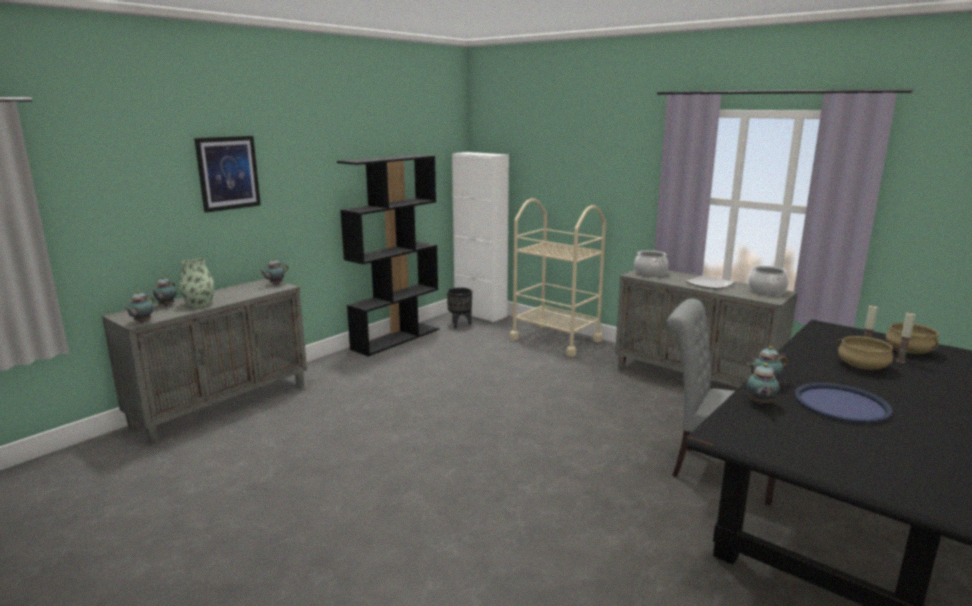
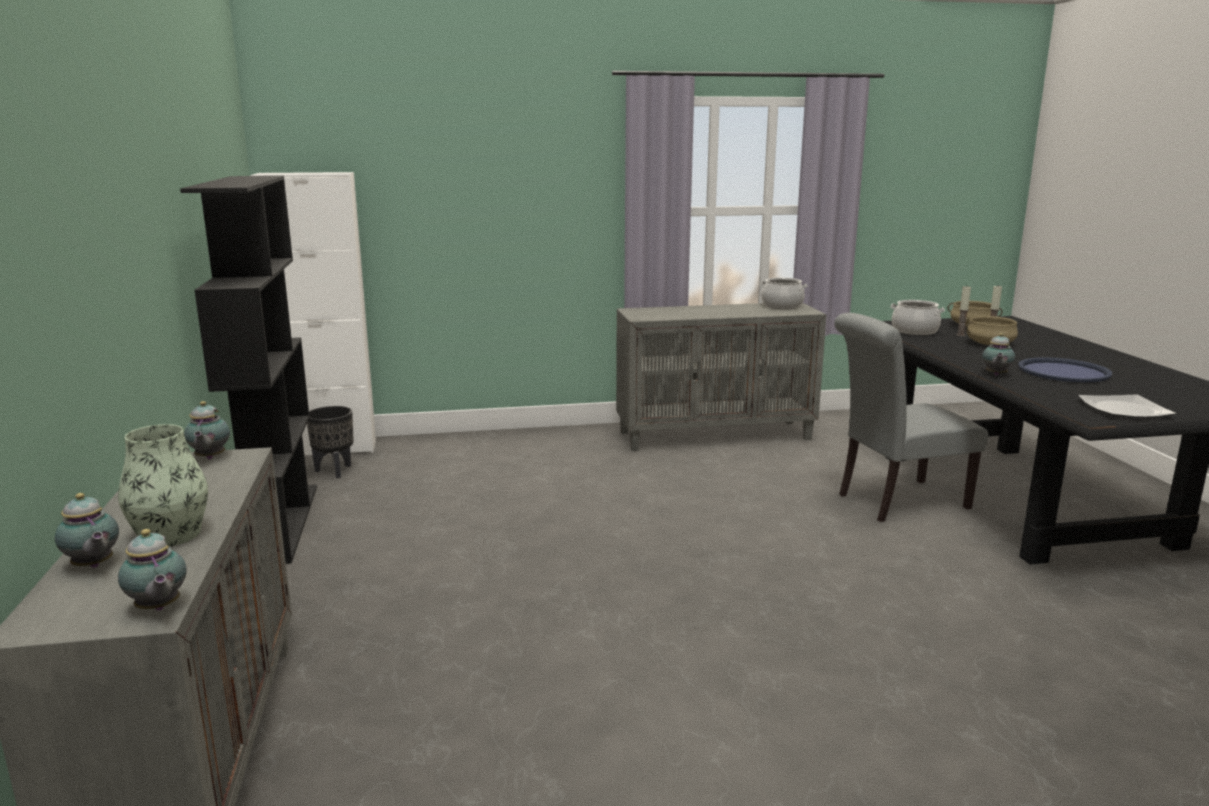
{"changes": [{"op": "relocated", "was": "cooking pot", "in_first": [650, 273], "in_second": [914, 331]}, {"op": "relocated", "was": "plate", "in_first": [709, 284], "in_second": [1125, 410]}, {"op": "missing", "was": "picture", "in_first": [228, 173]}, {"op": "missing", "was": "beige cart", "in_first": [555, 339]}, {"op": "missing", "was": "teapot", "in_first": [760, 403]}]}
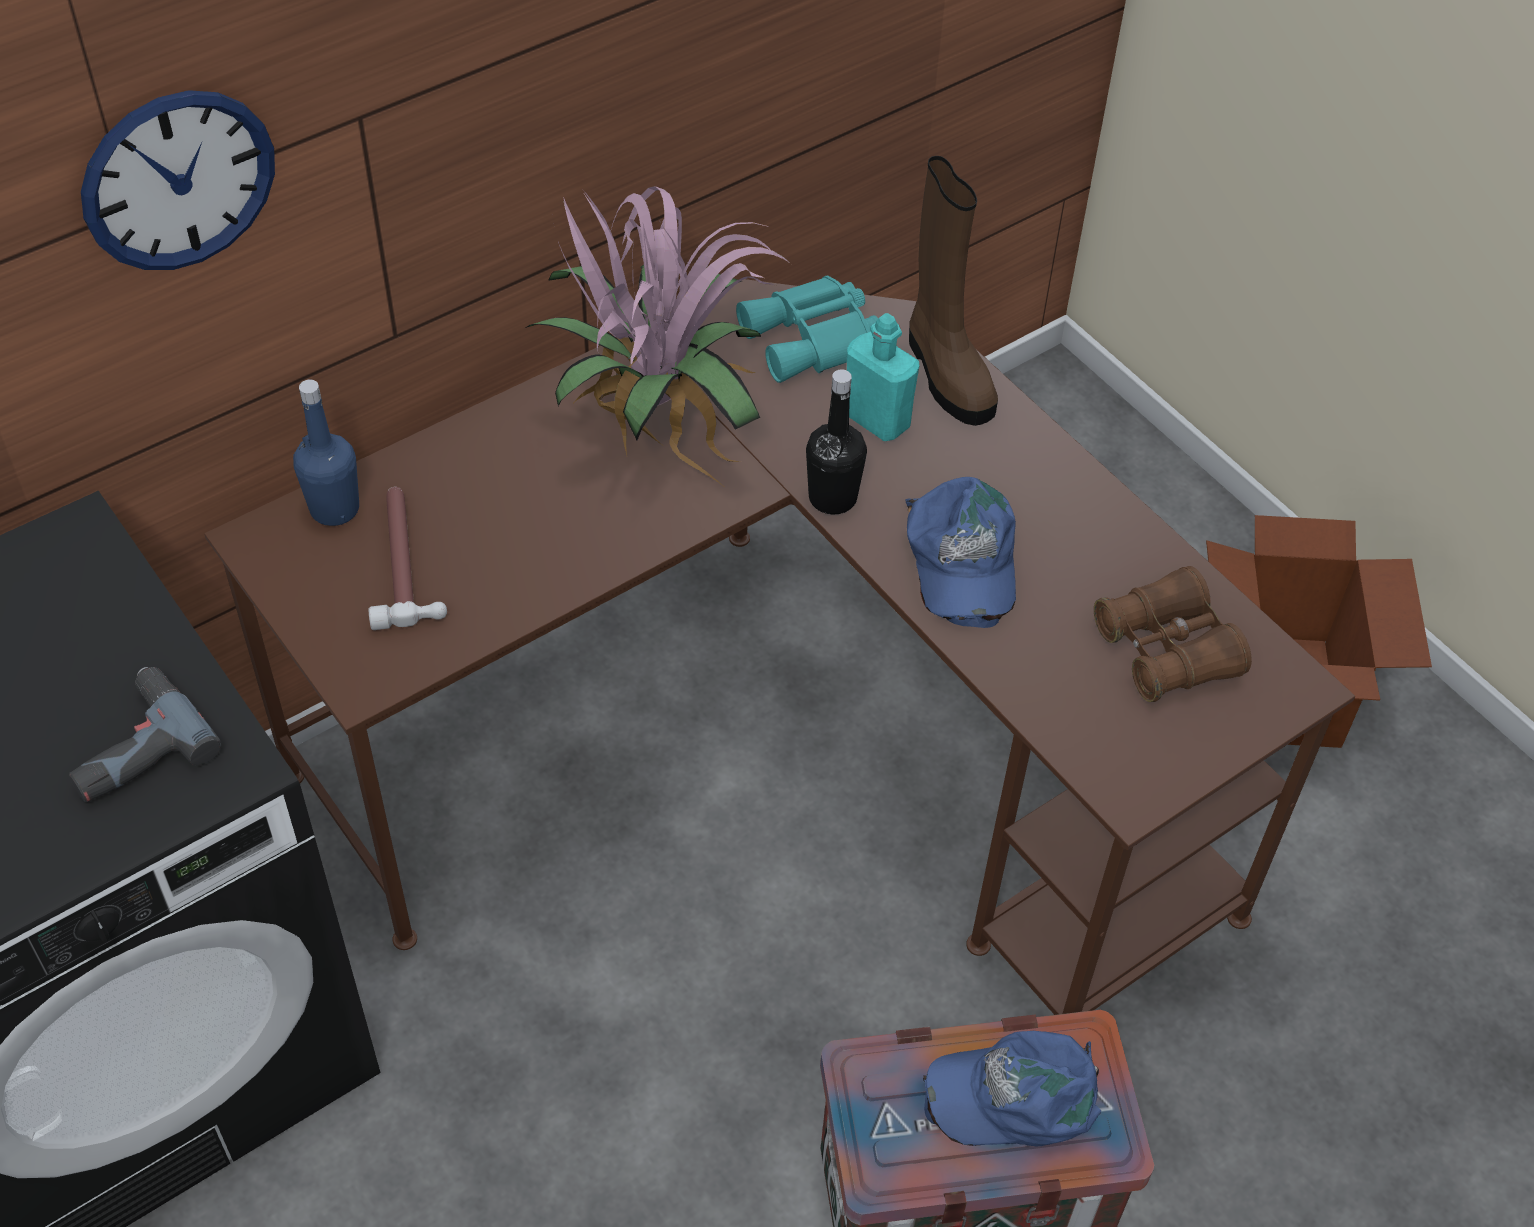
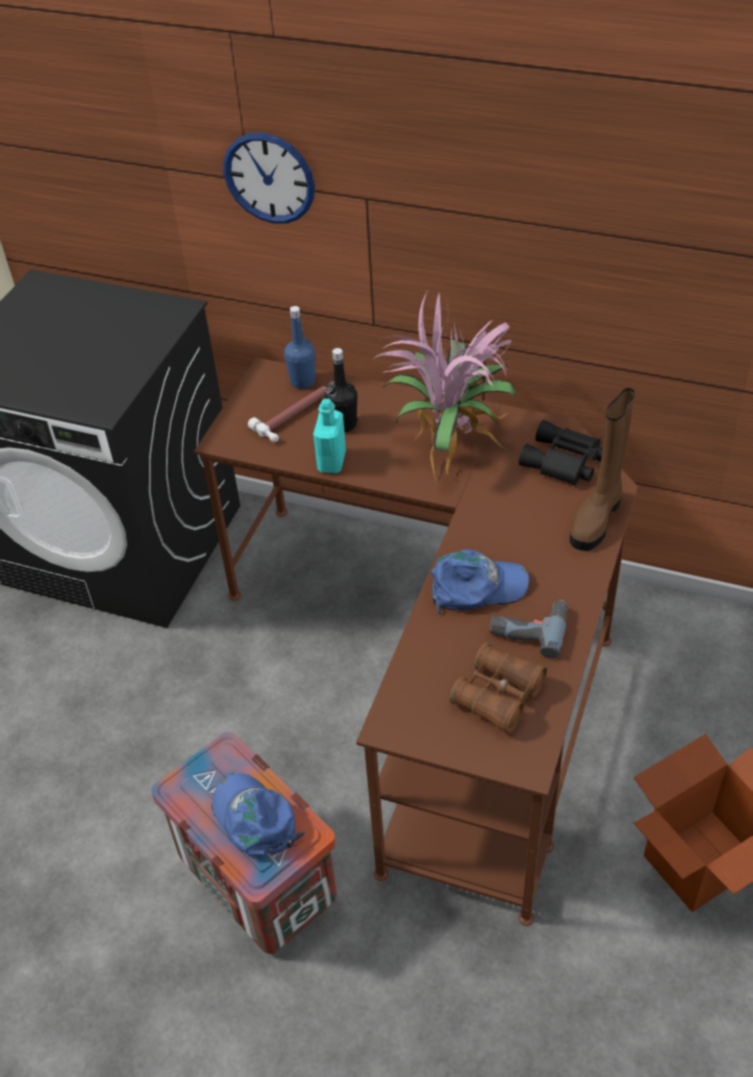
{"changes": [{"op": "relocated", "was": "turquoise bottle", "in_first": [877, 420], "in_second": [331, 461]}, {"op": "relocated", "was": "black bottle", "in_first": [832, 497], "in_second": [343, 424]}, {"op": "spun", "was": "blue cap", "in_first": [960, 560], "in_second": [477, 587], "clockwise": -150}, {"op": "relocated", "was": "power drill", "in_first": [132, 746], "in_second": [529, 627]}, {"op": "colour", "was": "turquoise binoculars", "now": "black binoculars", "in_first": [814, 340], "in_second": [563, 462]}]}
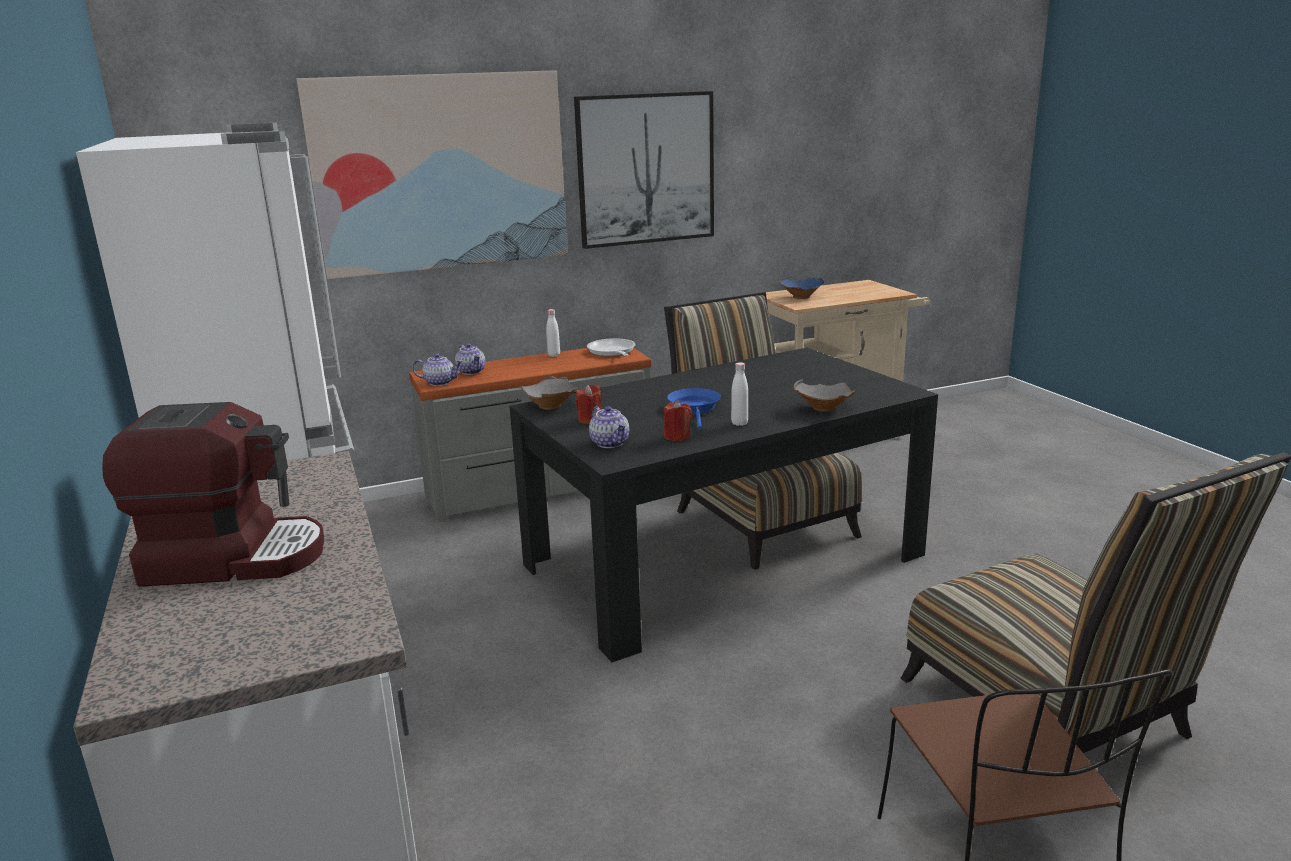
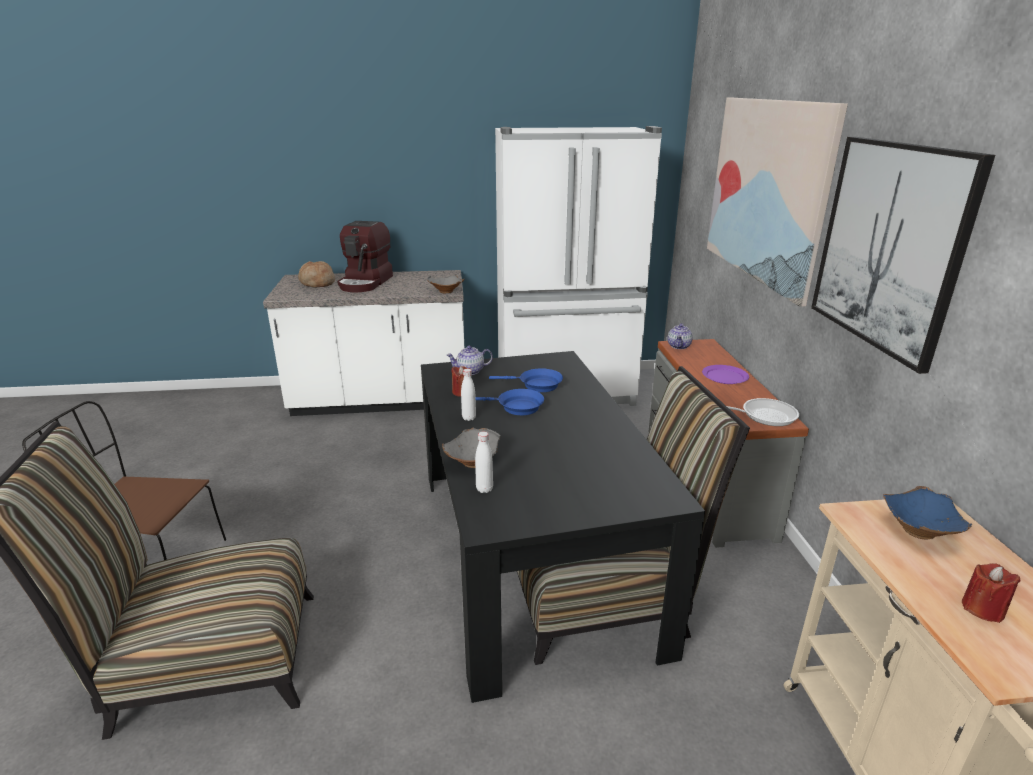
{"changes": [{"op": "appeared", "now": "bread", "in_second": [317, 283]}, {"op": "relocated", "was": "grey bowl", "in_first": [552, 406], "in_second": [446, 292]}, {"op": "relocated", "was": "white bottle", "in_first": [554, 355], "in_second": [484, 489]}, {"op": "appeared", "now": "blue frying pan", "in_second": [536, 385]}, {"op": "appeared", "now": "purple plate", "in_second": [724, 377]}, {"op": "relocated", "was": "red candle", "in_first": [590, 420], "in_second": [982, 609]}, {"op": "missing", "was": "teapot", "in_first": [471, 371]}]}
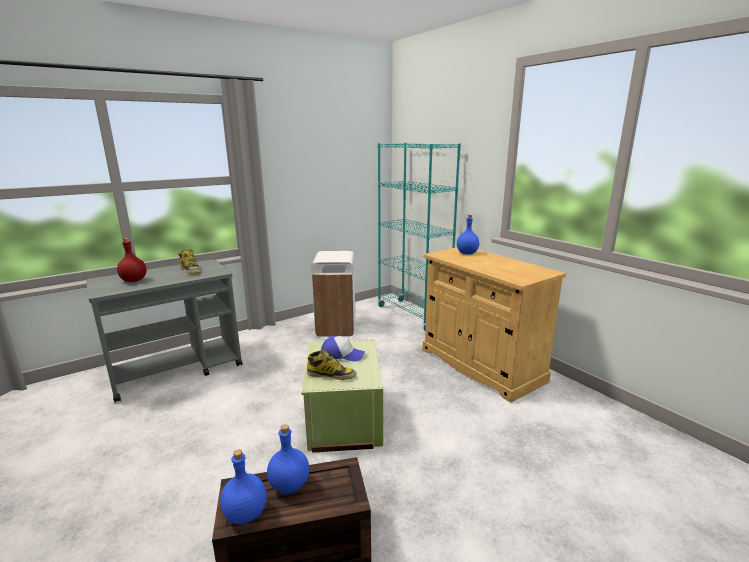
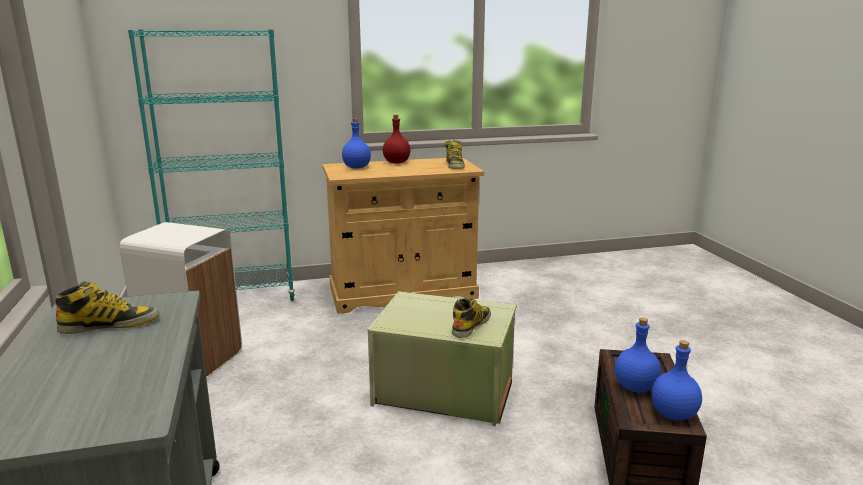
{"changes": [{"op": "relocated", "was": "red bottle", "in_first": [134, 280], "in_second": [396, 162]}, {"op": "appeared", "now": "boot", "in_second": [454, 165]}, {"op": "missing", "was": "cap", "in_first": [342, 355]}]}
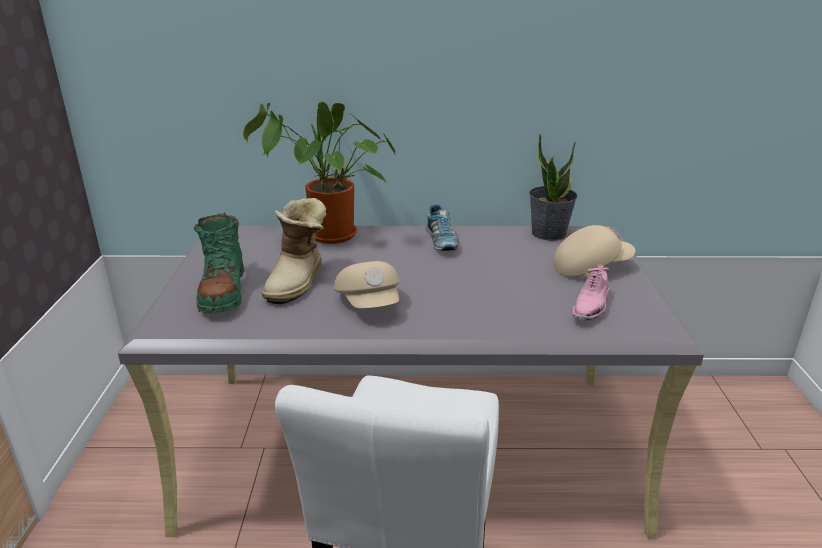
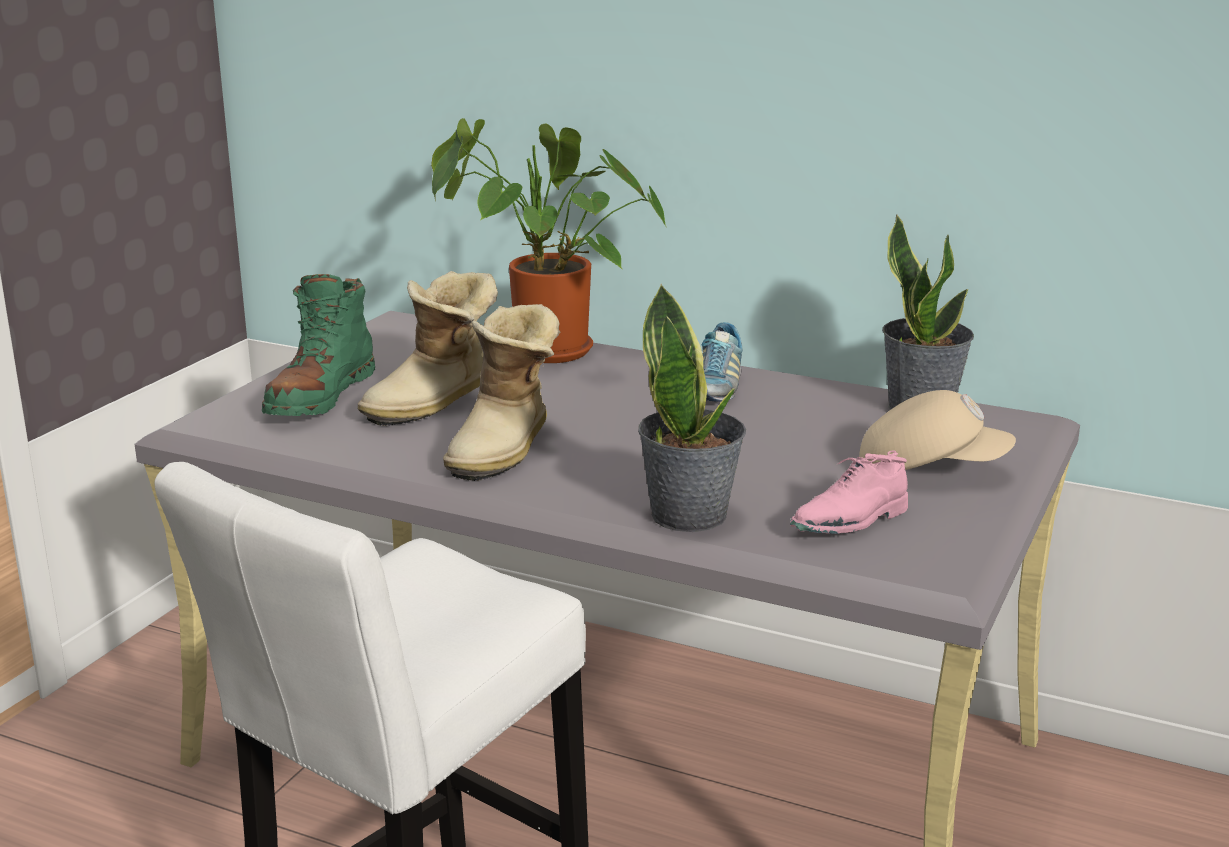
{"changes": [{"op": "exchanged", "was": "beige cap", "now": "boot", "in_first": [370, 303], "in_second": [507, 449]}, {"op": "appeared", "now": "potted plant", "in_second": [690, 515]}]}
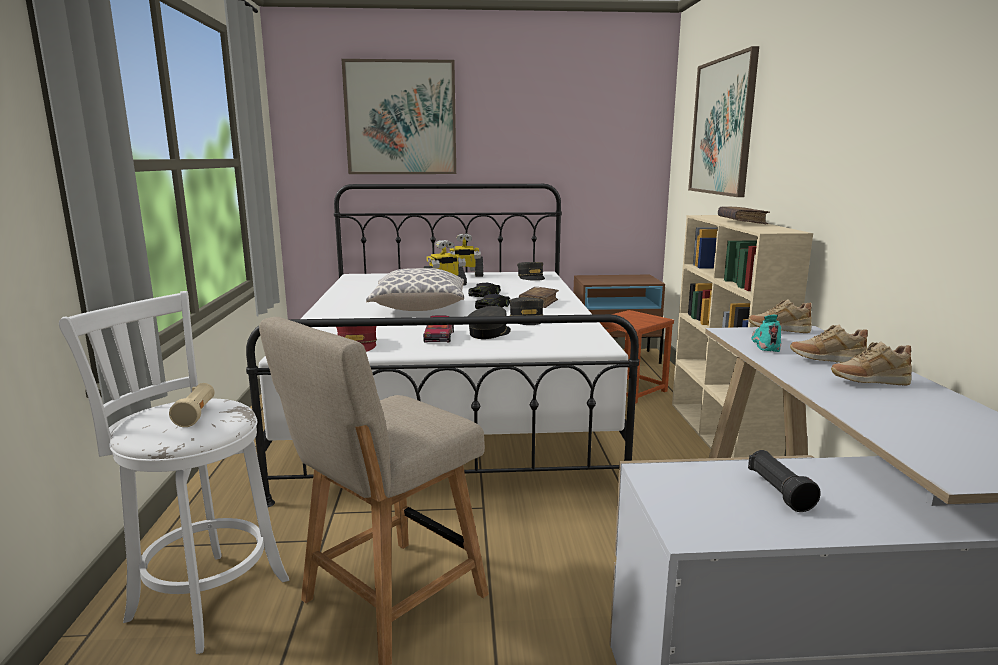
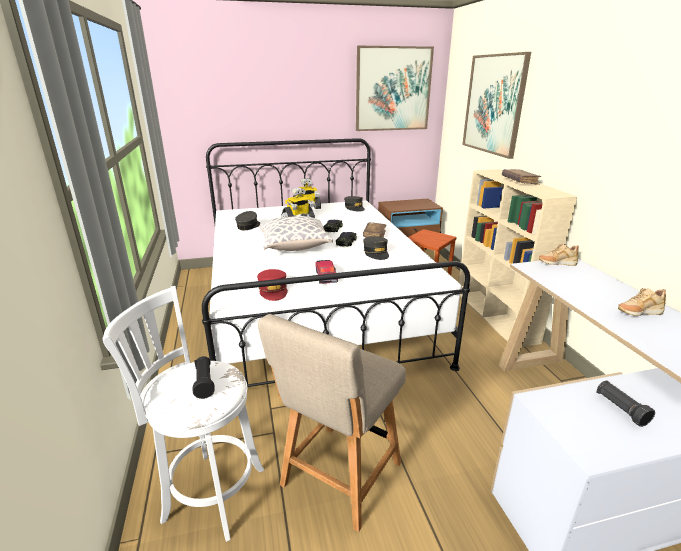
{"changes": [{"op": "colour", "was": "beige flashlight", "now": "black flashlight", "in_first": [196, 414], "in_second": [204, 383]}, {"op": "relocated", "was": "grey cap", "in_first": [489, 333], "in_second": [248, 226]}, {"op": "relocated", "was": "picture", "in_first": [400, 118], "in_second": [393, 89]}, {"op": "missing", "was": "turquoise shoe", "in_first": [765, 344]}, {"op": "missing", "was": "beige shoe", "in_first": [826, 361]}]}
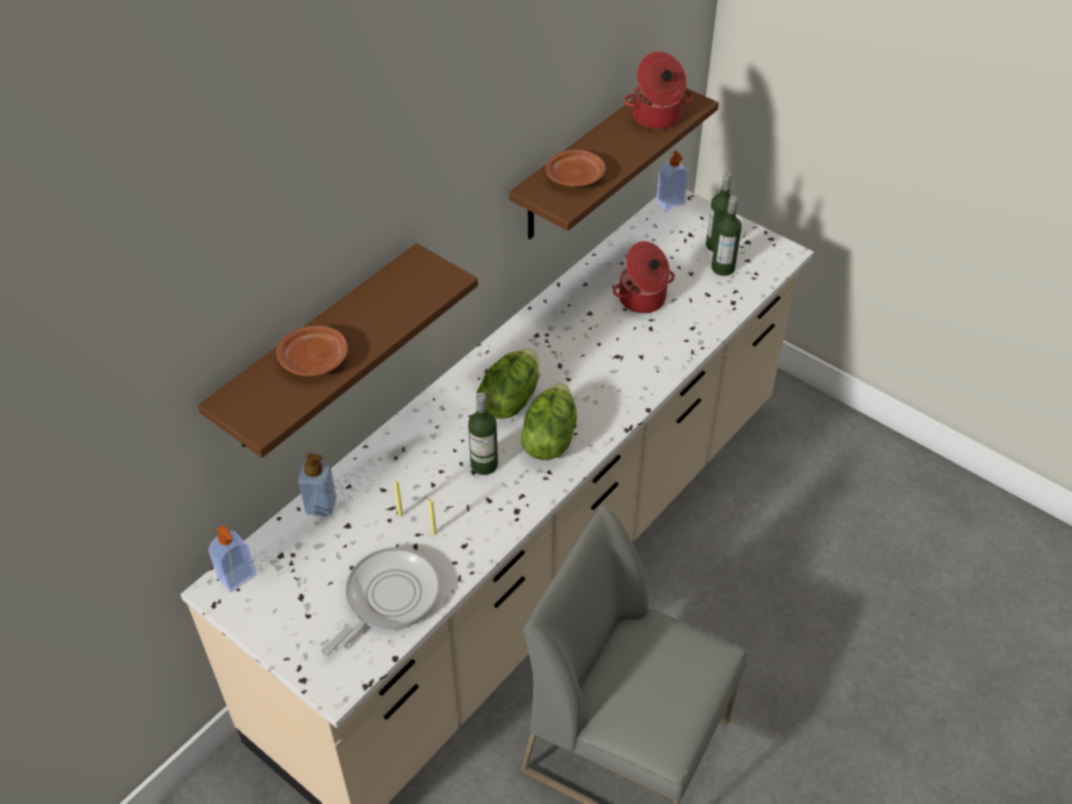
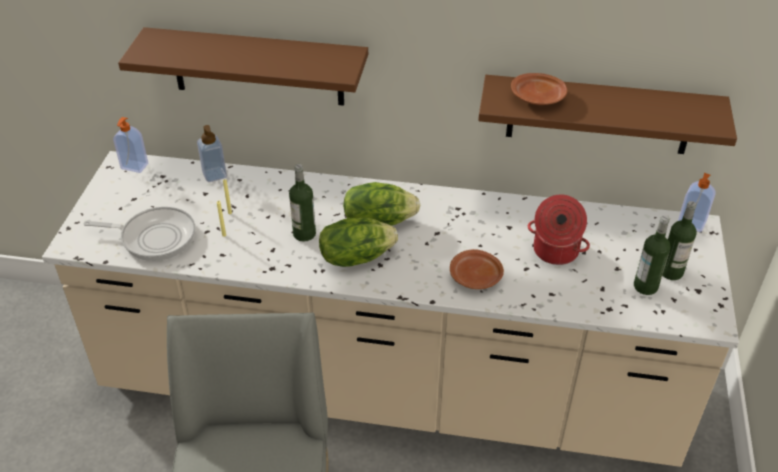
{"changes": [{"op": "relocated", "was": "brown plate", "in_first": [315, 360], "in_second": [475, 277]}, {"op": "missing", "was": "cooking pot", "in_first": [656, 118]}]}
